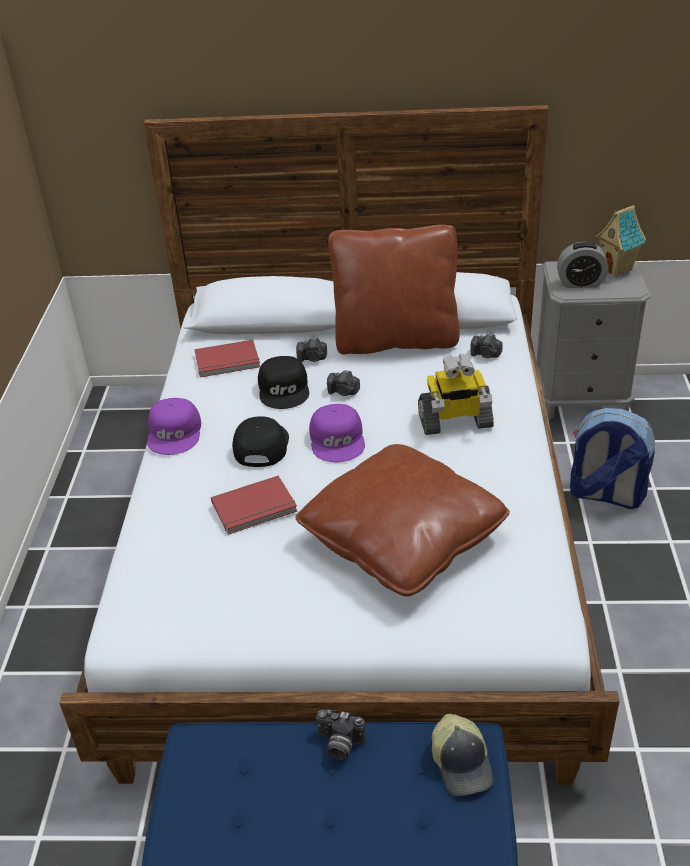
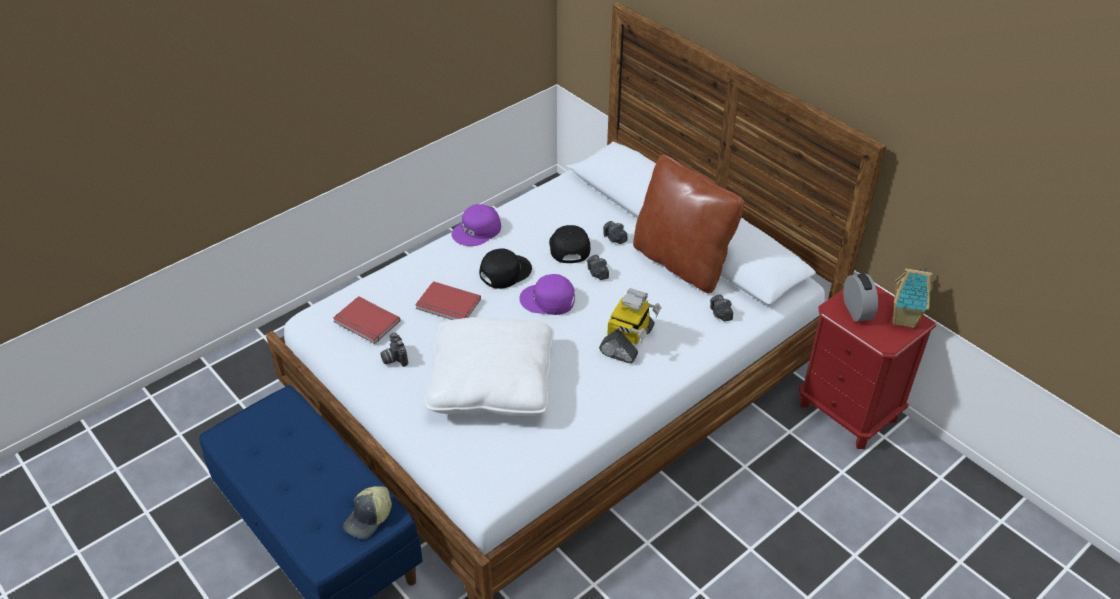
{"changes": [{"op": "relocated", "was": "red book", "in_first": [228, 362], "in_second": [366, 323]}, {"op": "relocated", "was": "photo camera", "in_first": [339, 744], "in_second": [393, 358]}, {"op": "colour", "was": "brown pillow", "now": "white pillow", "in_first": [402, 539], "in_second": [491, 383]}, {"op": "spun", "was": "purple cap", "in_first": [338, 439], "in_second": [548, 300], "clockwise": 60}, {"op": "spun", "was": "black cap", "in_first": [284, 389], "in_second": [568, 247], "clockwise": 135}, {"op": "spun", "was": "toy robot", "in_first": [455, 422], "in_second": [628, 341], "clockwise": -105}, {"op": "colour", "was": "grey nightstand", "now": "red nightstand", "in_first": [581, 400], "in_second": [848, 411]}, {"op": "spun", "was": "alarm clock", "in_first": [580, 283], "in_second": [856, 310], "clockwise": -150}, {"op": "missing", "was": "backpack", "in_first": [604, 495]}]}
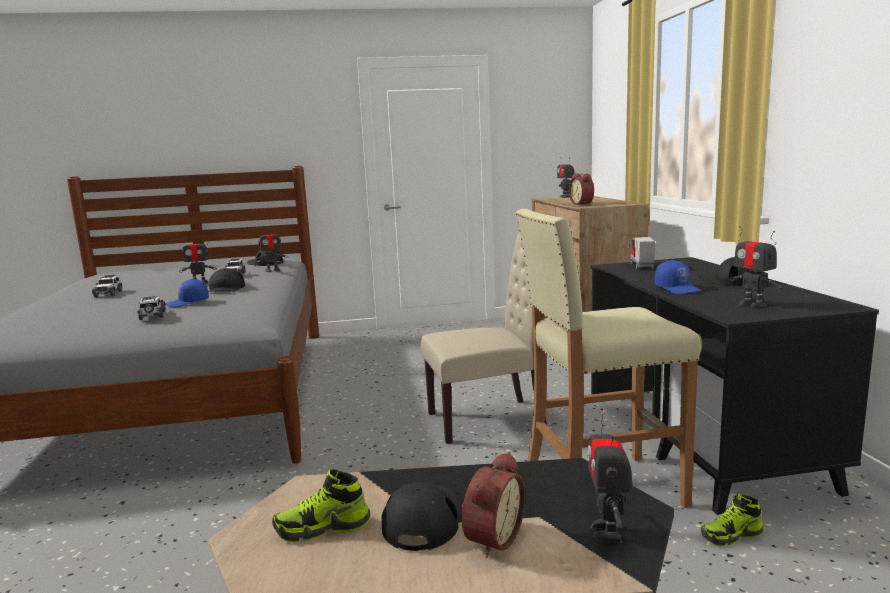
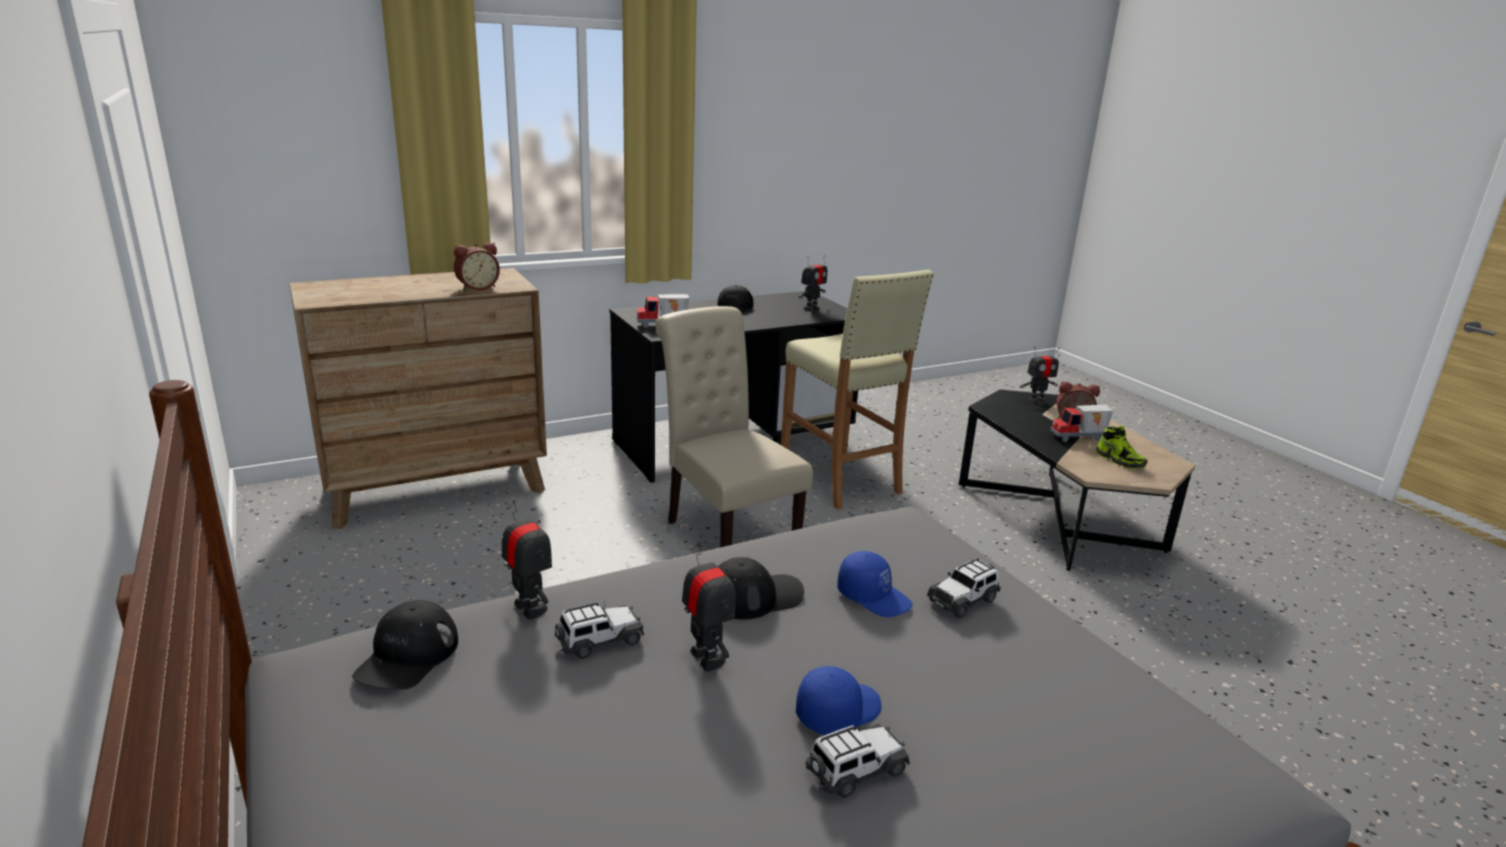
{"changes": [{"op": "relocated", "was": "blue cap", "in_first": [677, 289], "in_second": [837, 711]}, {"op": "exchanged", "was": "black cap", "now": "toy truck", "in_first": [422, 519], "in_second": [1079, 438]}, {"op": "missing", "was": "toy robot", "in_first": [565, 197]}, {"op": "missing", "was": "shoe", "in_first": [731, 535]}]}
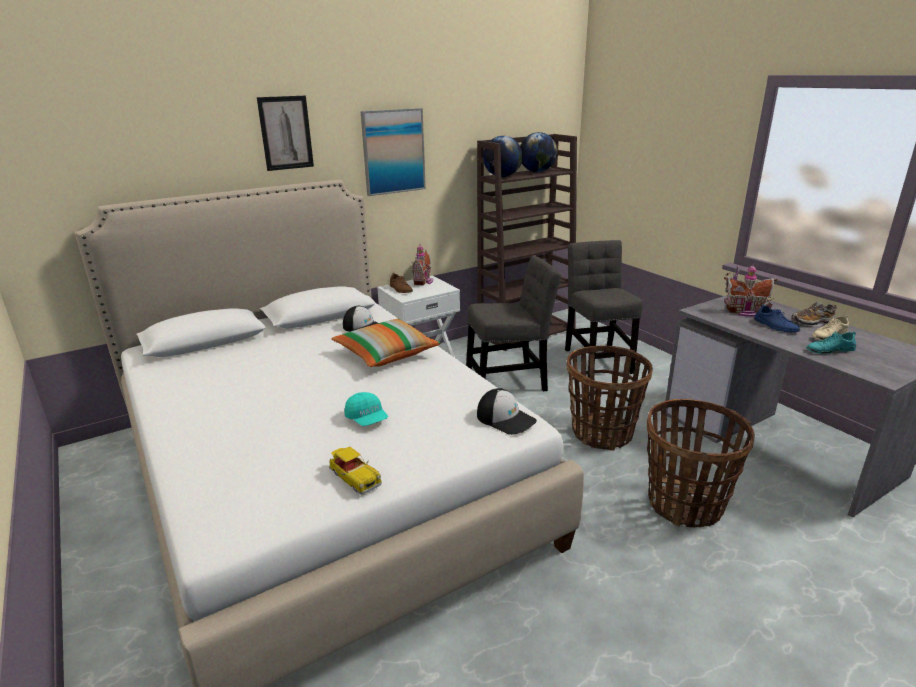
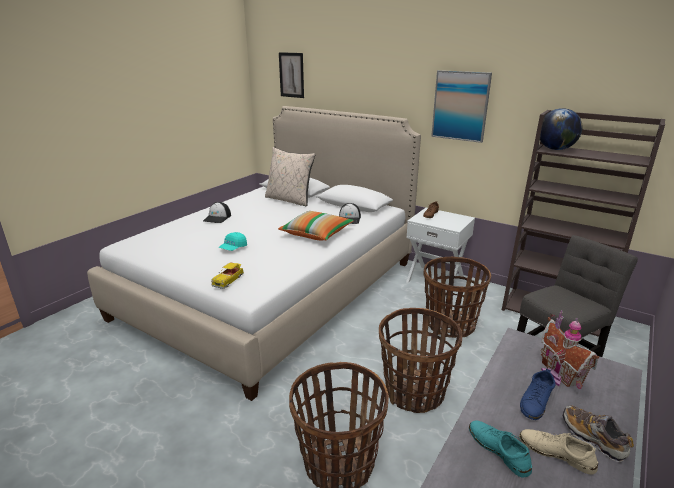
{"changes": [{"op": "relocated", "was": "cap", "in_first": [506, 419], "in_second": [217, 218]}, {"op": "relocated", "was": "toy car", "in_first": [354, 477], "in_second": [228, 280]}, {"op": "appeared", "now": "beige pillow", "in_second": [289, 200]}, {"op": "relocated", "was": "picture", "in_first": [286, 133], "in_second": [291, 75]}, {"op": "exchanged", "was": "grey chair", "now": "basket", "in_first": [510, 382], "in_second": [450, 325]}, {"op": "missing", "was": "toy house", "in_first": [424, 281]}, {"op": "missing", "was": "globe", "in_first": [537, 172]}]}
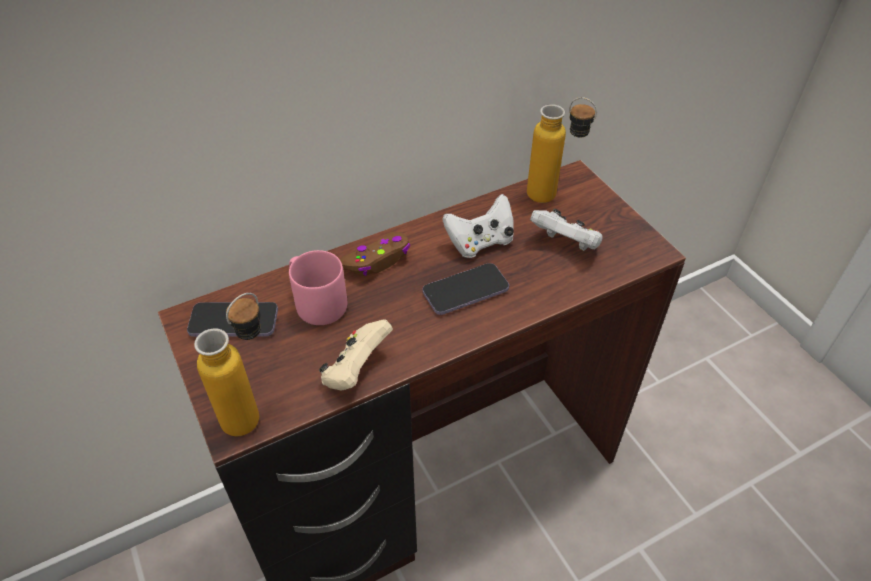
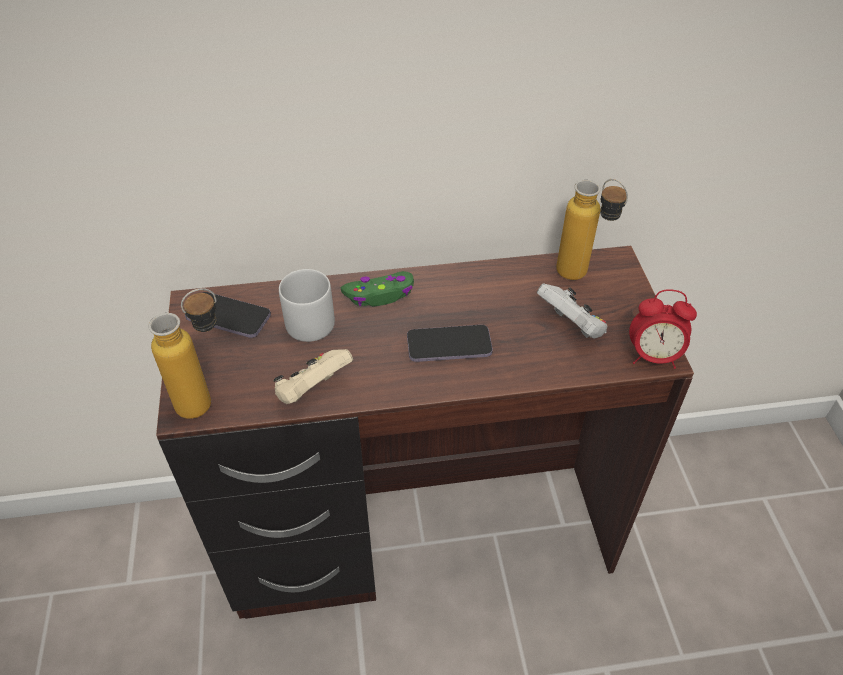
{"changes": [{"op": "colour", "was": "pink mug", "now": "grey mug", "in_first": [317, 303], "in_second": [308, 320]}, {"op": "colour", "was": "brown game controller", "now": "green game controller", "in_first": [377, 260], "in_second": [380, 295]}, {"op": "appeared", "now": "alarm clock", "in_second": [653, 357]}, {"op": "missing", "was": "white game controller", "in_first": [480, 242]}]}
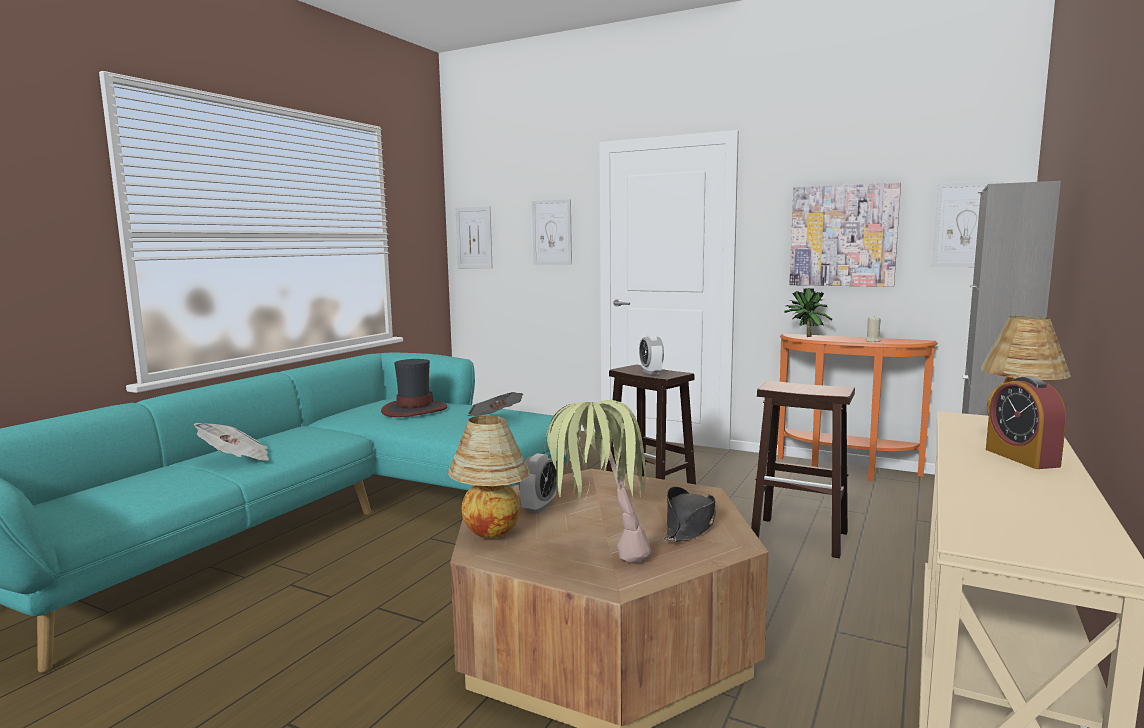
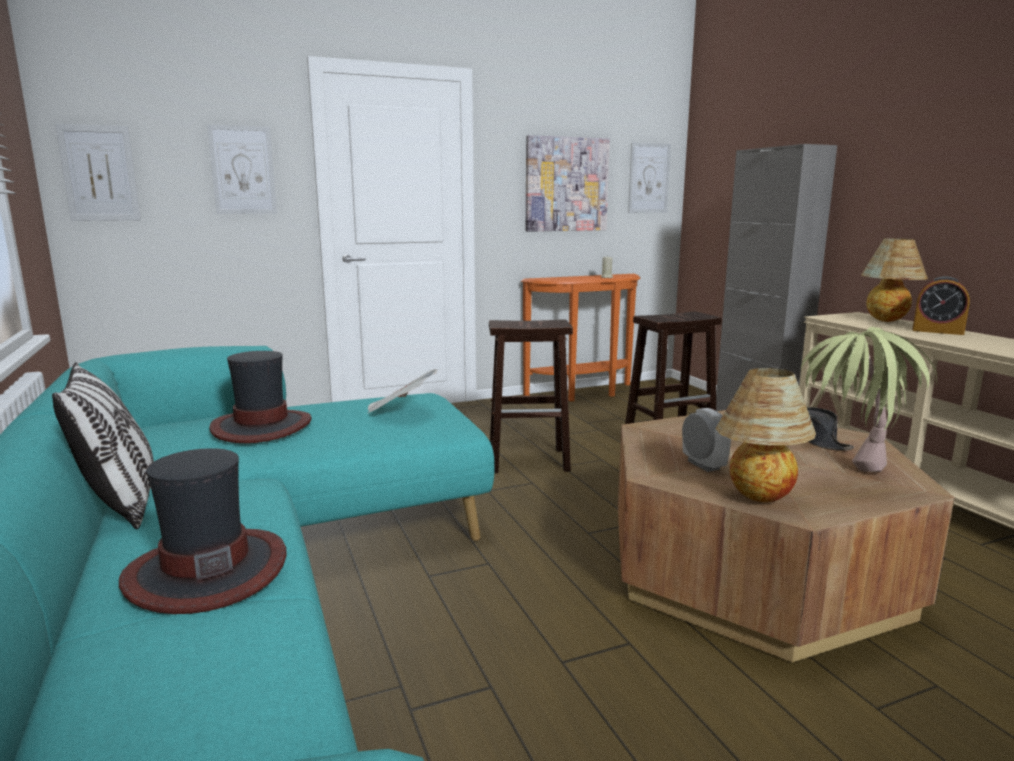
{"changes": [{"op": "appeared", "now": "pillow", "in_second": [120, 503]}, {"op": "exchanged", "was": "newspaper", "now": "hat", "in_first": [236, 459], "in_second": [206, 570]}, {"op": "missing", "was": "alarm clock", "in_first": [651, 372]}, {"op": "missing", "was": "potted plant", "in_first": [805, 336]}]}
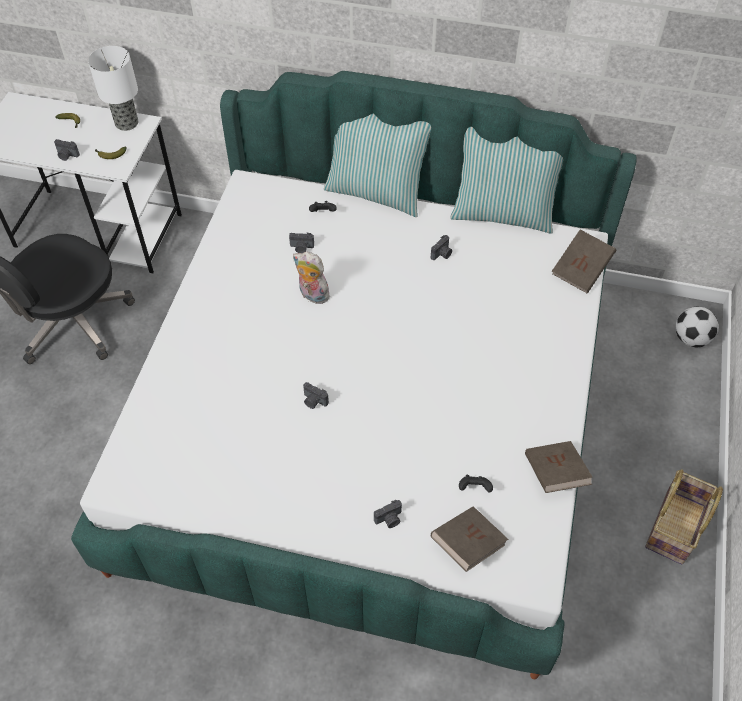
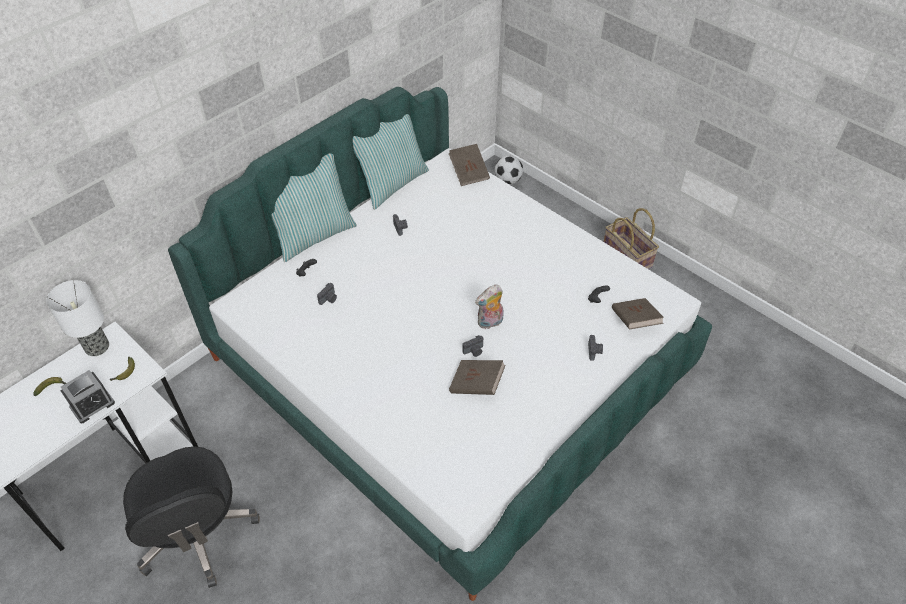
{"changes": [{"op": "exchanged", "was": "photo camera", "now": "alarm clock", "in_first": [67, 156], "in_second": [92, 405]}, {"op": "relocated", "was": "brown book", "in_first": [555, 474], "in_second": [476, 385]}, {"op": "relocated", "was": "plush toy", "in_first": [312, 295], "in_second": [490, 323]}]}
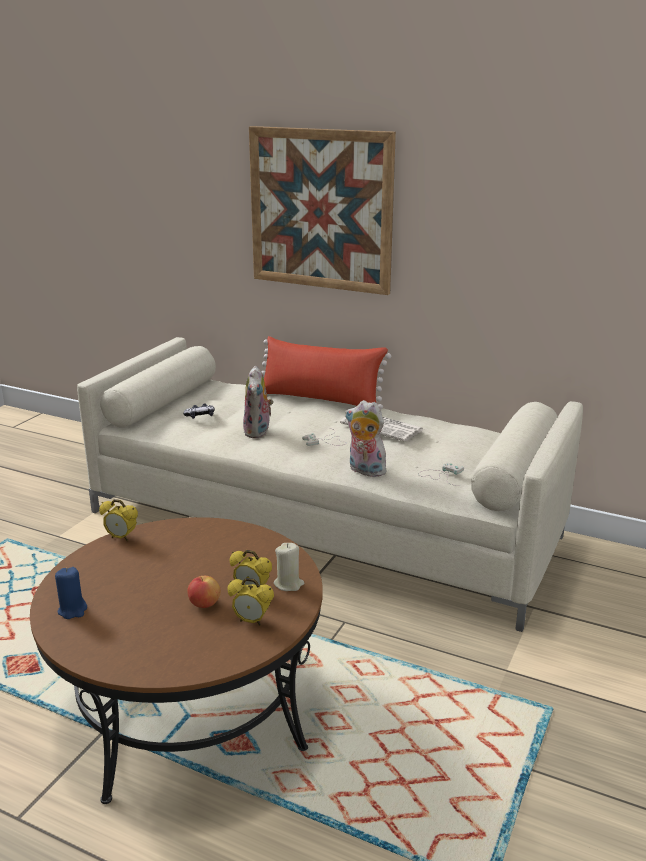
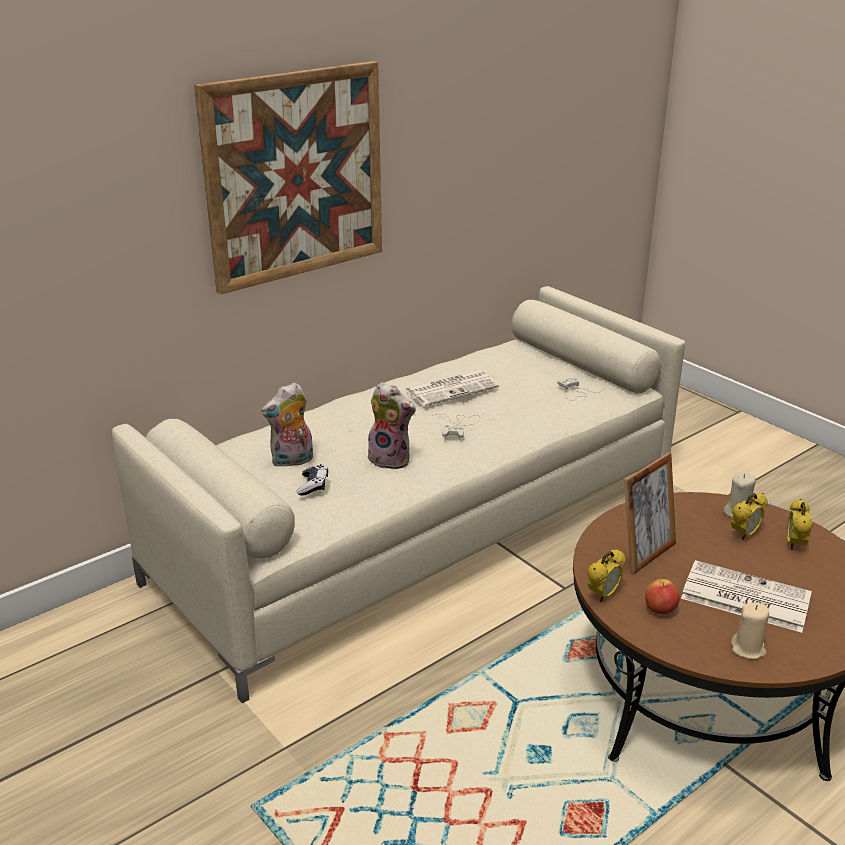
{"changes": [{"op": "relocated", "was": "plush toy", "in_first": [364, 471], "in_second": [292, 462]}, {"op": "appeared", "now": "picture frame", "in_second": [645, 554]}, {"op": "relocated", "was": "apple", "in_first": [204, 604], "in_second": [660, 609]}, {"op": "appeared", "now": "newspaper", "in_second": [743, 597]}, {"op": "colour", "was": "blue candle", "now": "beige candle", "in_first": [73, 610], "in_second": [748, 649]}, {"op": "spun", "was": "alarm clock", "in_first": [251, 621], "in_second": [794, 544], "clockwise": 150}, {"op": "missing", "was": "red pillow", "in_first": [320, 399]}]}
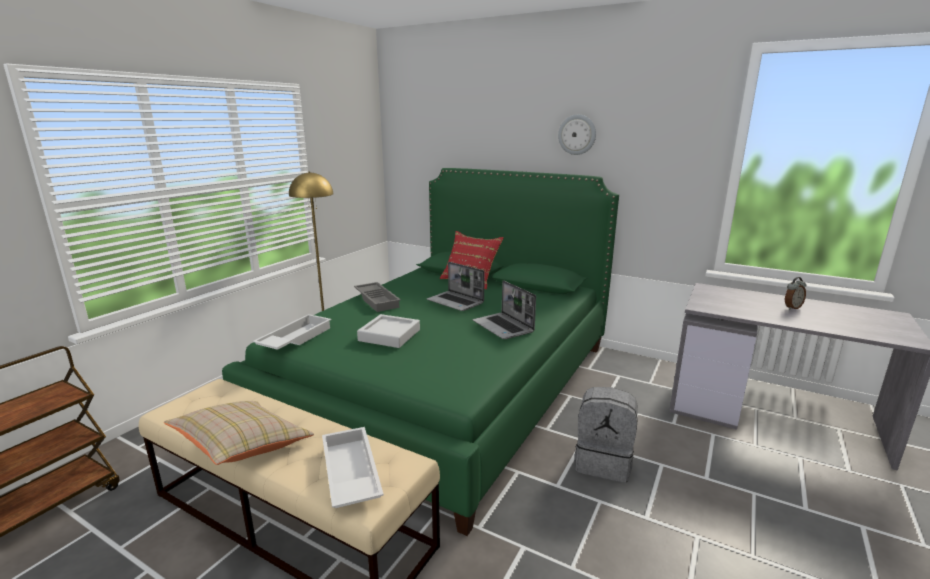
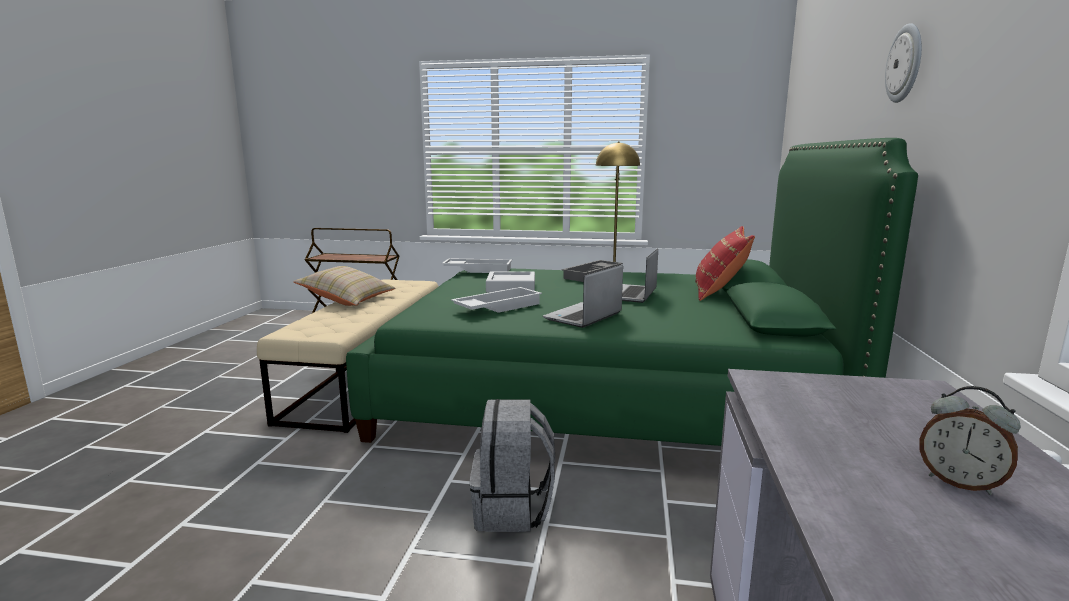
{"changes": [{"op": "relocated", "was": "white tray", "in_first": [349, 474], "in_second": [497, 307]}]}
